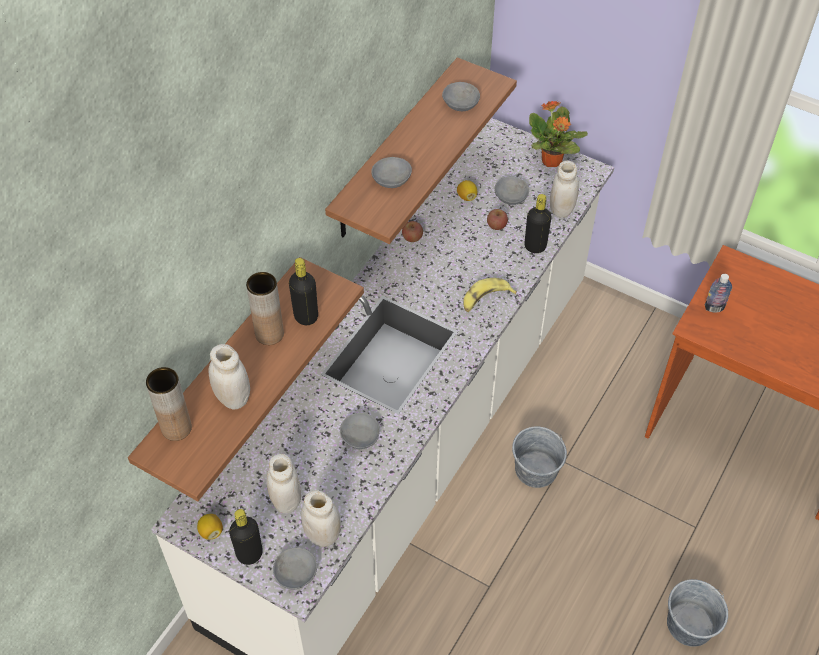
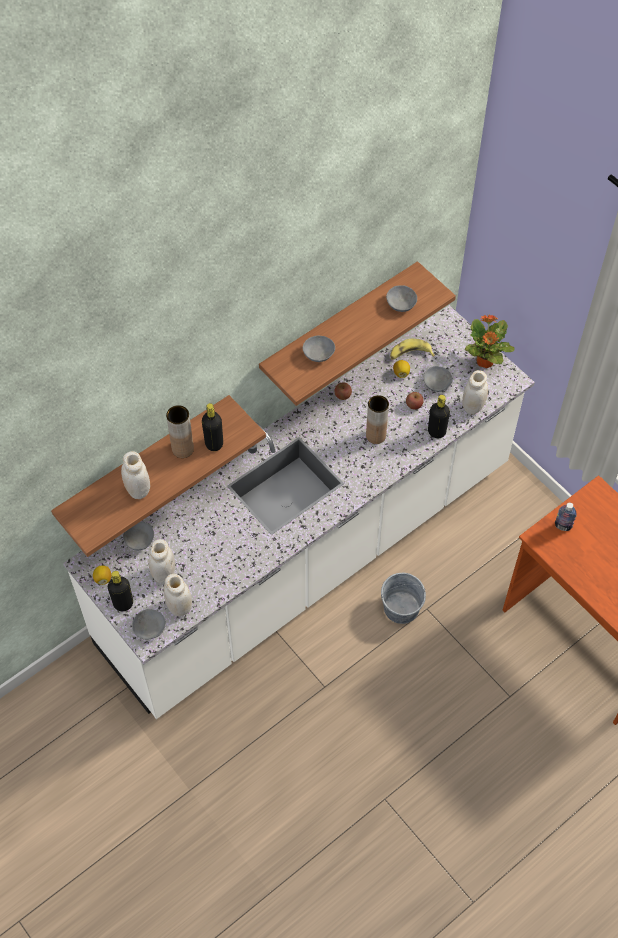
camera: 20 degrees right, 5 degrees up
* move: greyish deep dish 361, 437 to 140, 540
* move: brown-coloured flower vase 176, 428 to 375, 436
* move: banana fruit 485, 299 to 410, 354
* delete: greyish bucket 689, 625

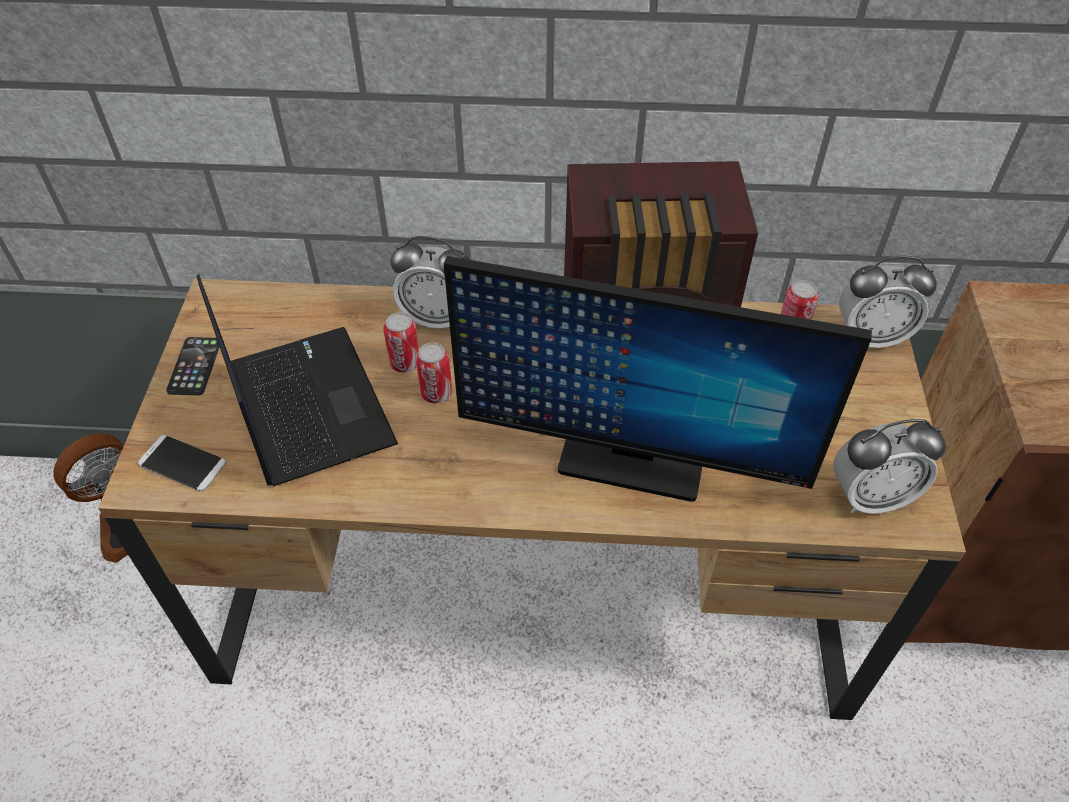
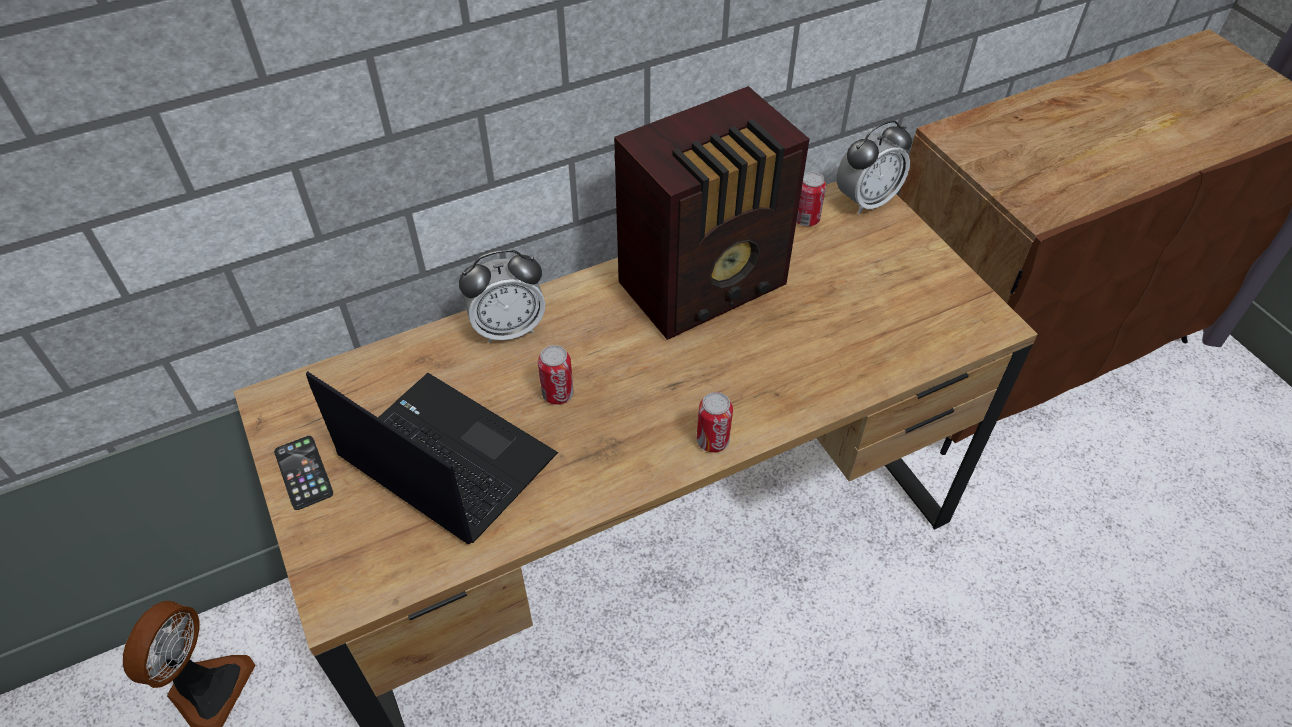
camera: 30 degrees left, 0 degrees up
* move: sealed can 405, 363 to 712, 441
* delete: telephone 182, 464
* delete: computer display 631, 459
* delete: bedside clock 870, 497

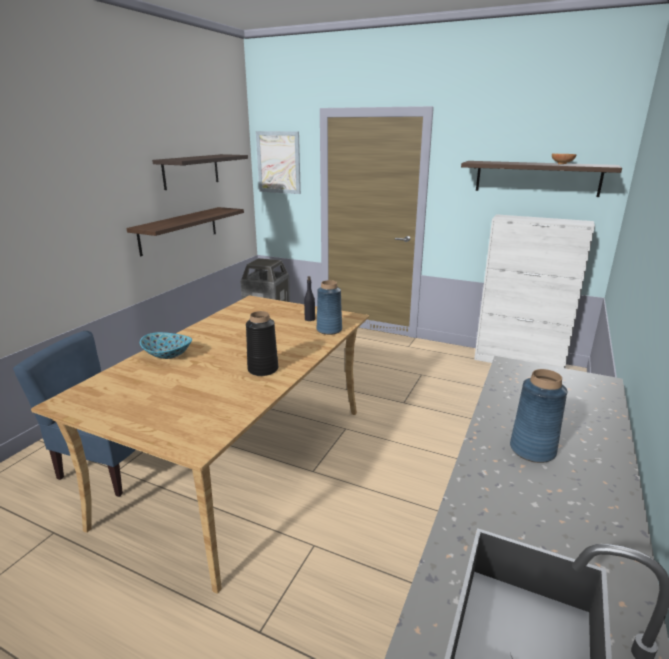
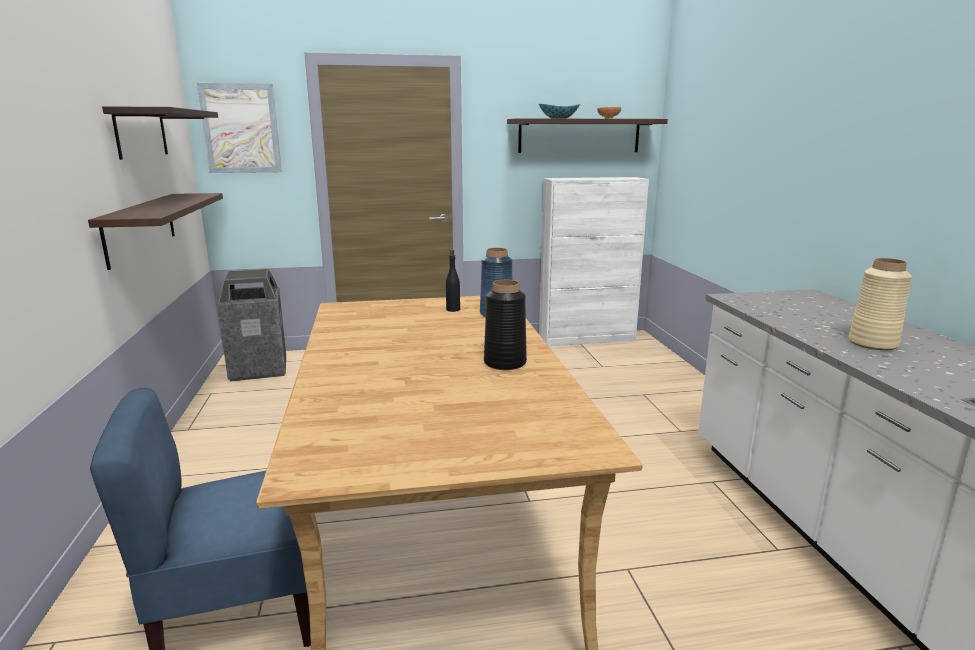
camera: 35 degrees left, 5 degrees down
* move: deep dish 168, 355 to 559, 118
* recolor: blue flower vase 532, 450 to sand-coloured flower vase 872, 343

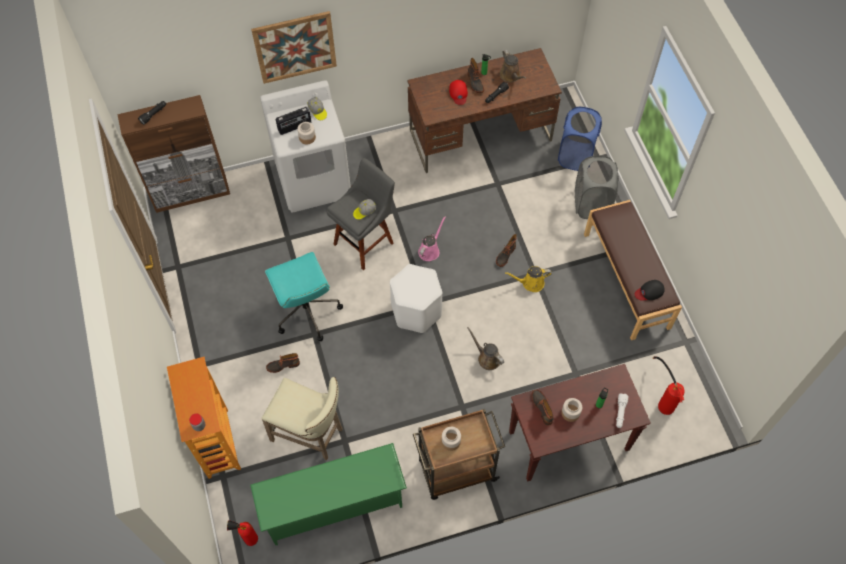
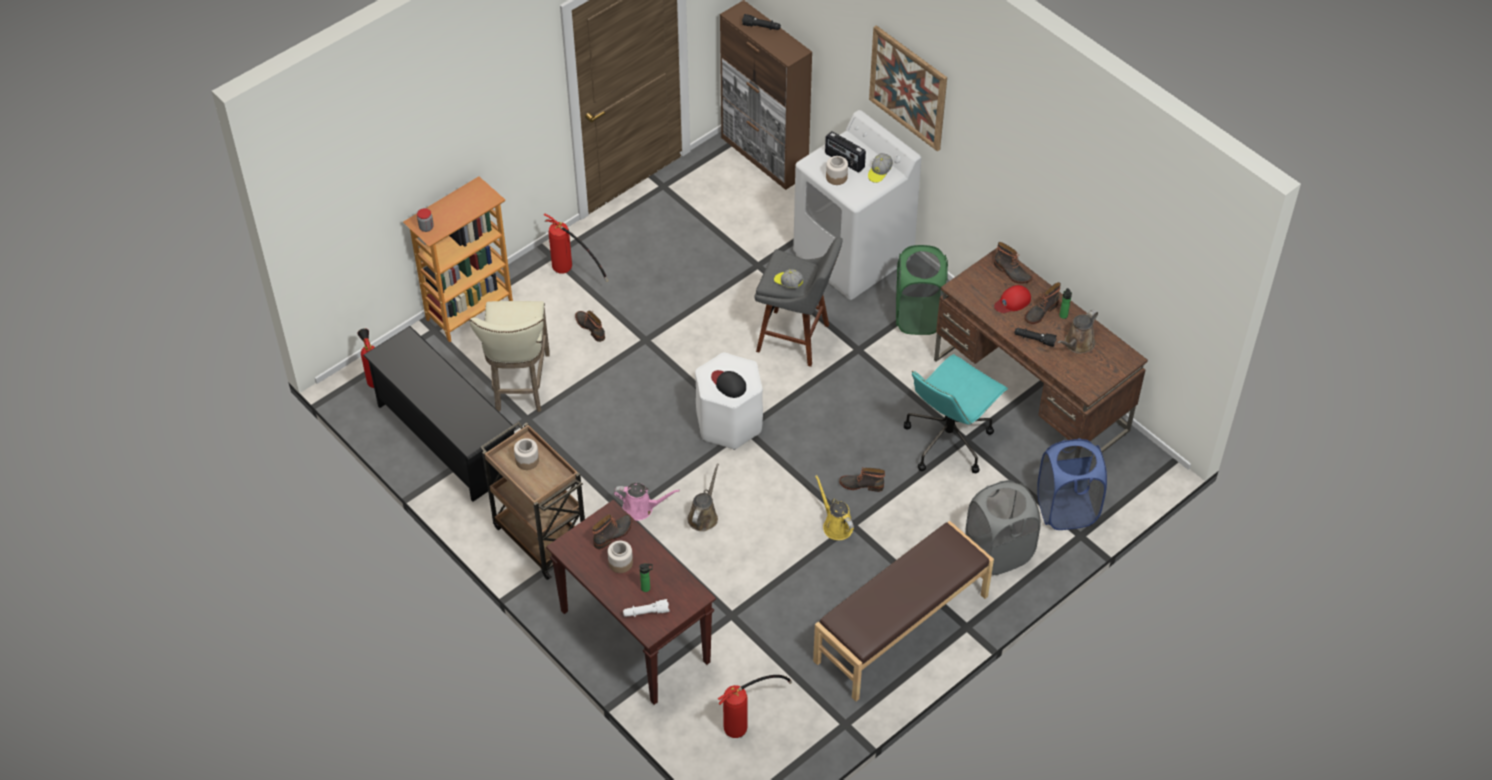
camera: 65 degrees right, 10 degrees down
* recolor: greenish shoe shelf 333, 505 to black-coloured shoe shelf 446, 438
* insert: fire extinguisher 571, 272
* move: pink watering can 430, 250 to 641, 508
* move: black-coloured peaked cap 649, 291 to 728, 384
* insert: greenish washing basket 918, 316
* move: turquoise office chair 306, 311 to 948, 440
* insert: high-top boot 1012, 273

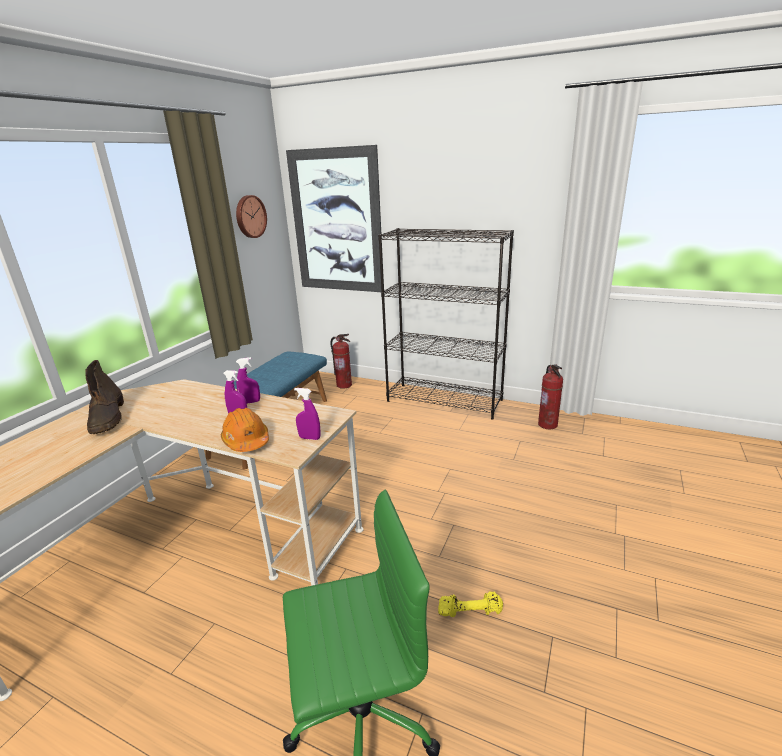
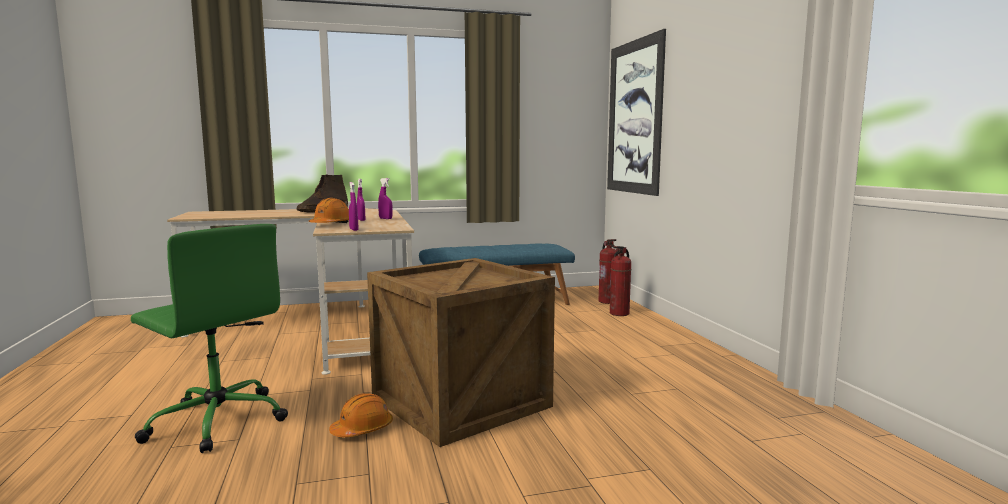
camera: 50 degrees right, 15 degrees down
* replace: yellow-coloured dumbbell 469, 611 to orangey work helmet 362, 429
* insert: packing crate 460, 403
* move: fire extinguisher 548, 424 to 619, 313
* delete: hanging clock 250, 216
* delete: black-coloured shelving unit 445, 400

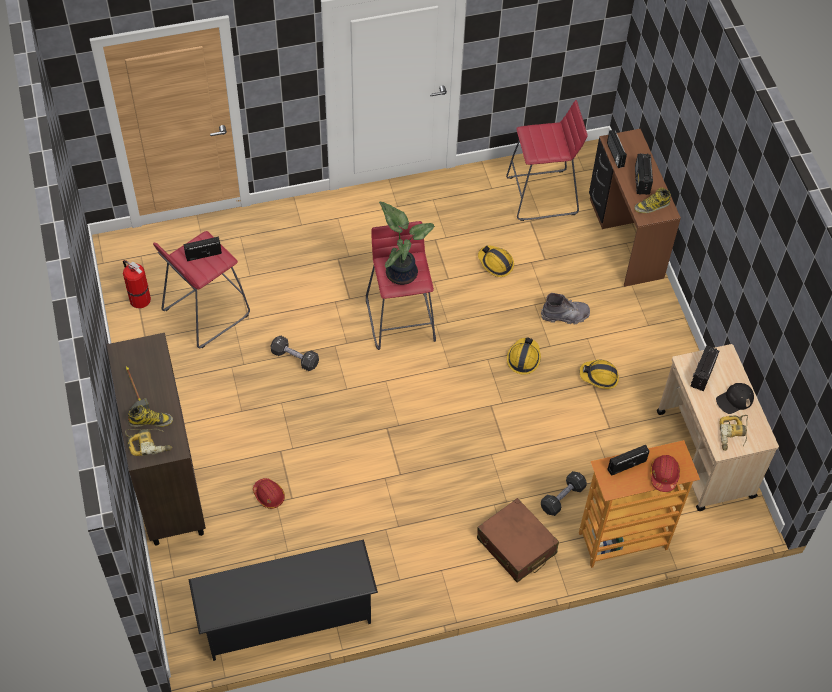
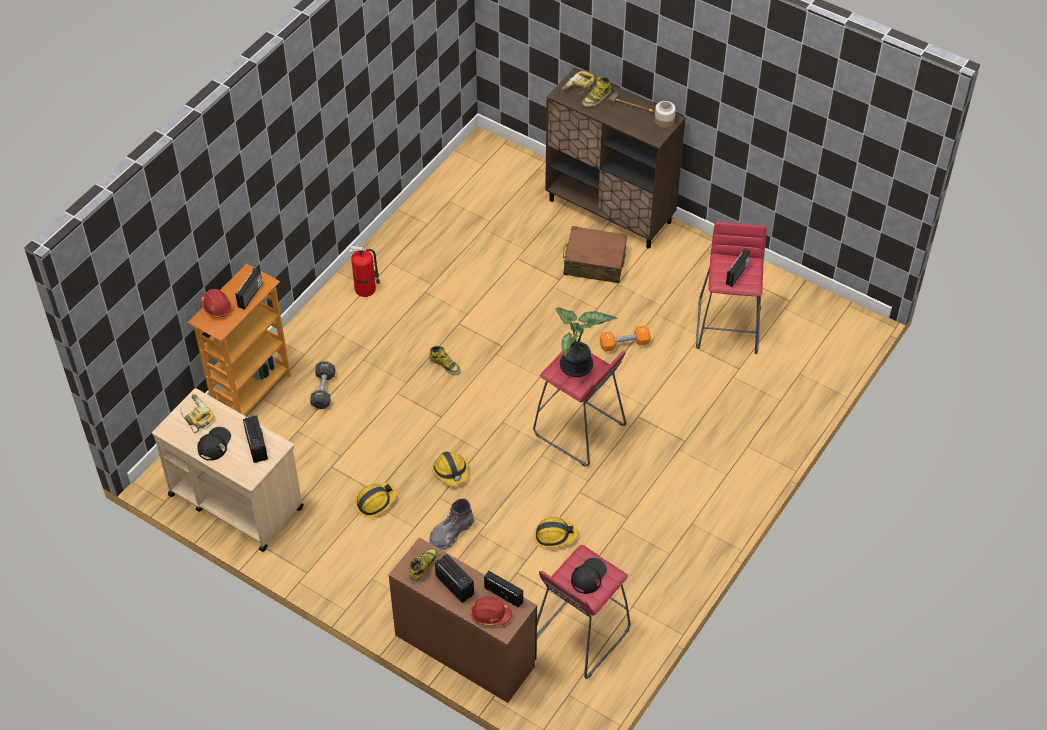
camera: 140 degrees right, 5 degrees down
* move: fire extinguisher 139, 299 to 366, 288
* insert: high-top boot 445, 365
* move: reddish work helmet 269, 495 to 490, 614
* move: brown-coloured suitcase 516, 546 to 594, 262
* insert: black-coloured peaked cap 588, 576
* recolor: black-coloured dumbbell 295, 358 to orangey dumbbell 624, 344
* insert: jar 664, 121
* delete: black-coloured shoe shelf 287, 617

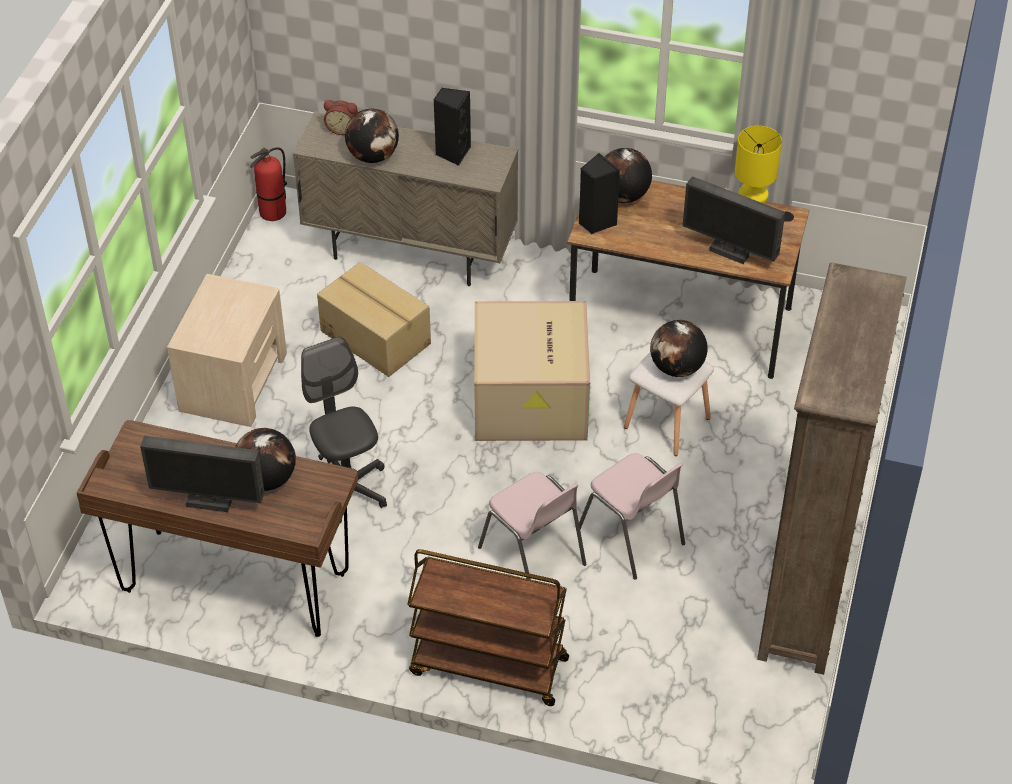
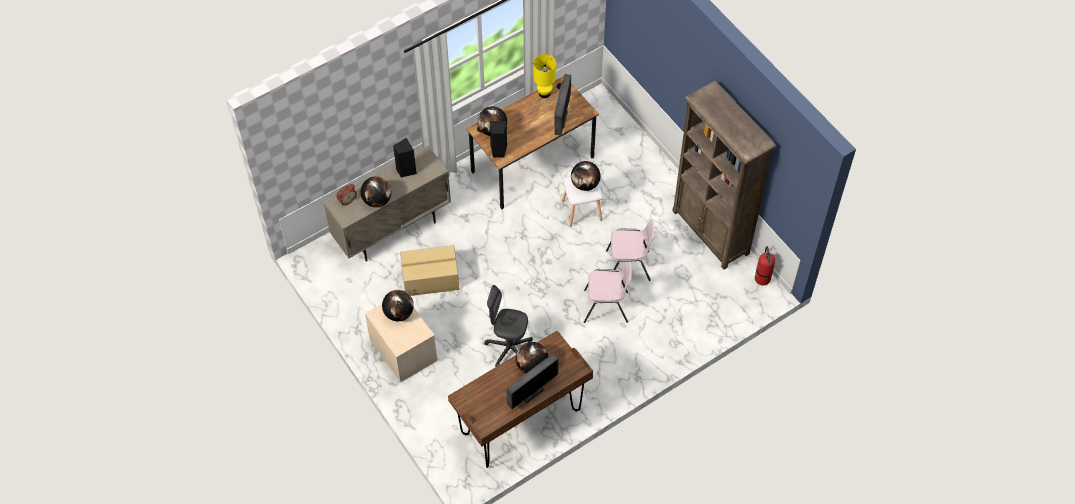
camera: 50 degrees left, 10 degrees up
* insert: globe 399, 313
* rotate: computer display 729, 252 = 561, 119 60 degrees counterclockwise
* move: fire extinguisher 273, 213 to 762, 279
* delete: brown-coloured cart 487, 666
* delete: packing box 532, 400

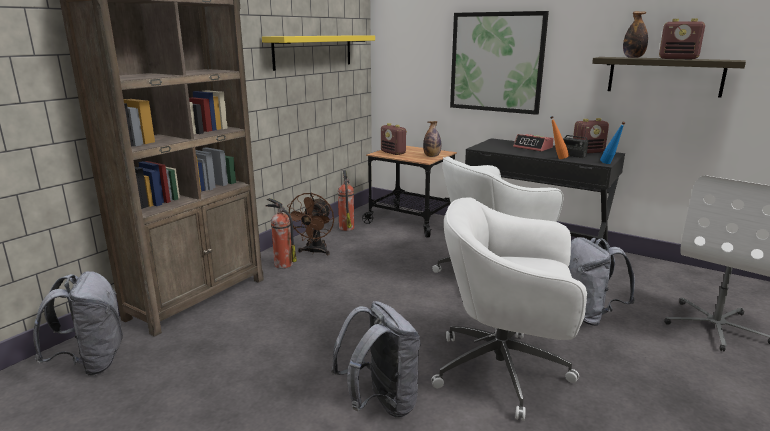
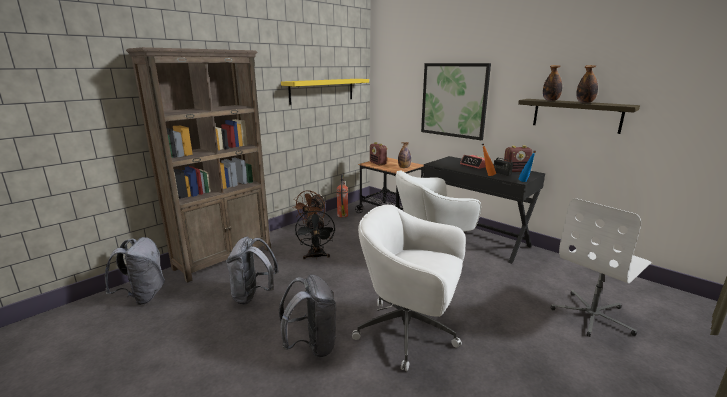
camera: 10 degrees right, 0 degrees up
* move: greyish rucksack 589, 315 to 253, 296
* insert: black-coloured electric fan 316, 256
* replace: radio 678, 59 to bottle 585, 102
* delete: fire extinguisher 282, 264

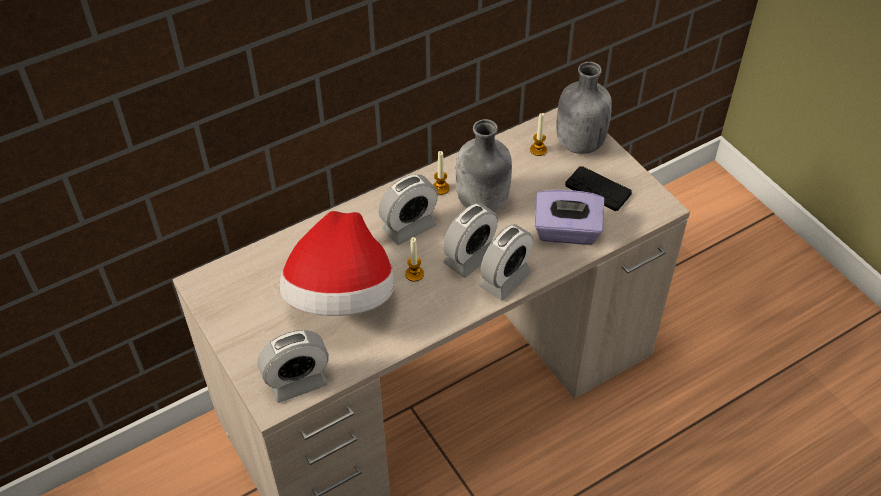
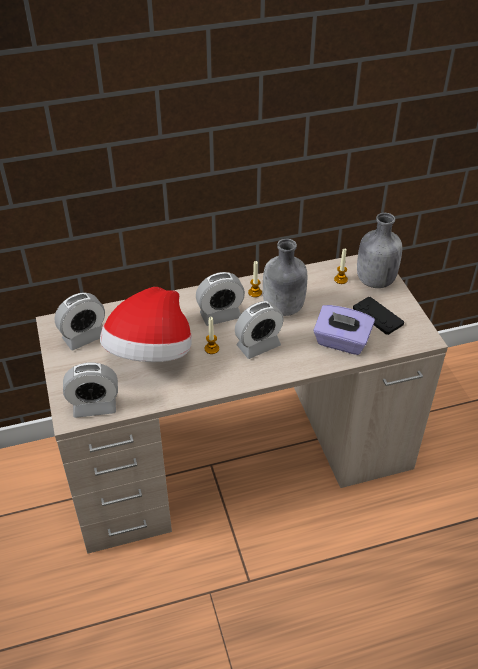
camera: 15 degrees right, 5 degrees down
* move: bedside clock 505, 279 to 84, 337

